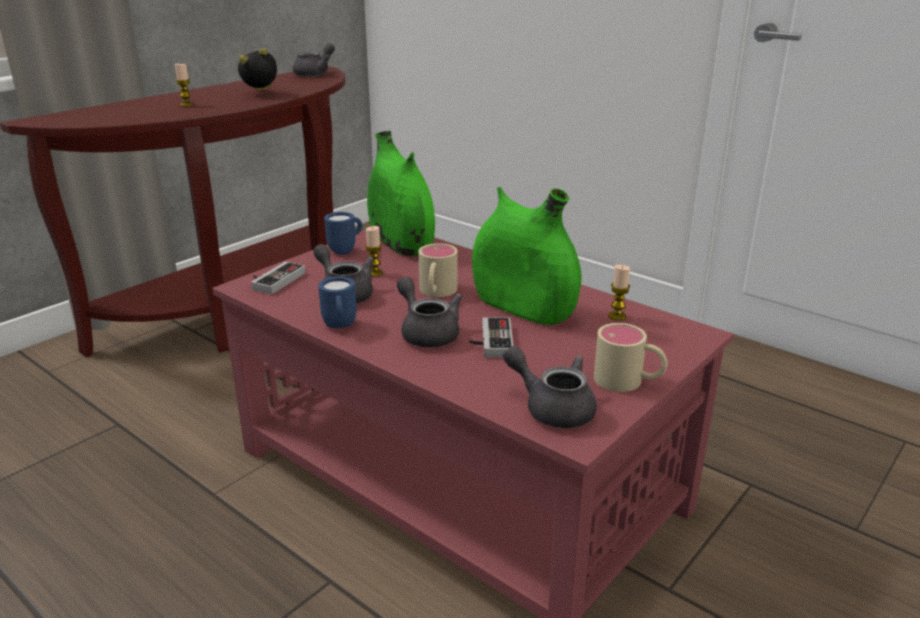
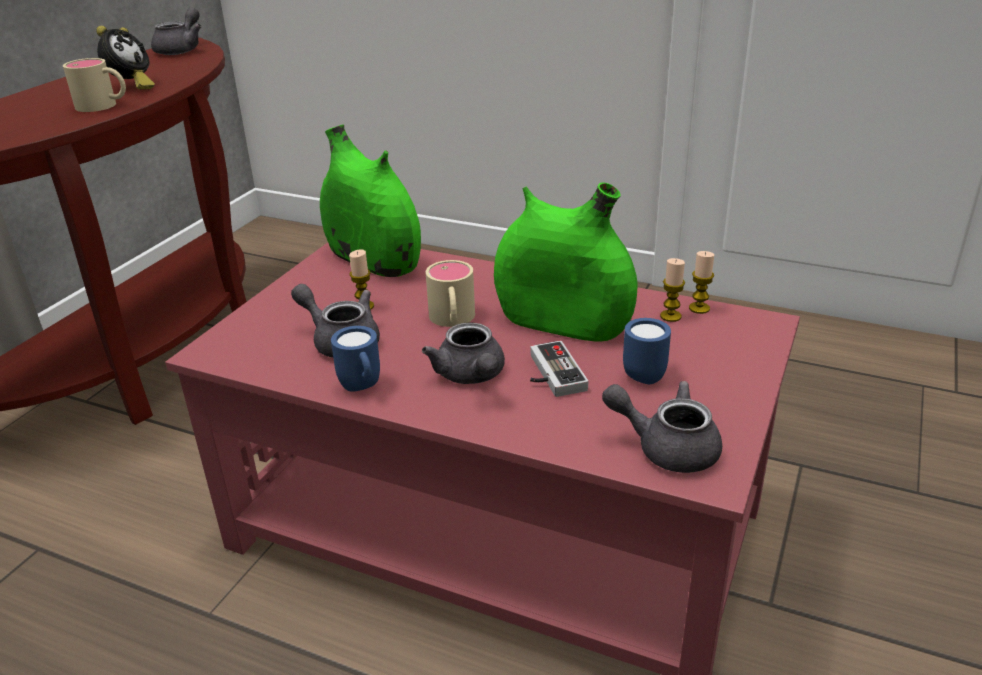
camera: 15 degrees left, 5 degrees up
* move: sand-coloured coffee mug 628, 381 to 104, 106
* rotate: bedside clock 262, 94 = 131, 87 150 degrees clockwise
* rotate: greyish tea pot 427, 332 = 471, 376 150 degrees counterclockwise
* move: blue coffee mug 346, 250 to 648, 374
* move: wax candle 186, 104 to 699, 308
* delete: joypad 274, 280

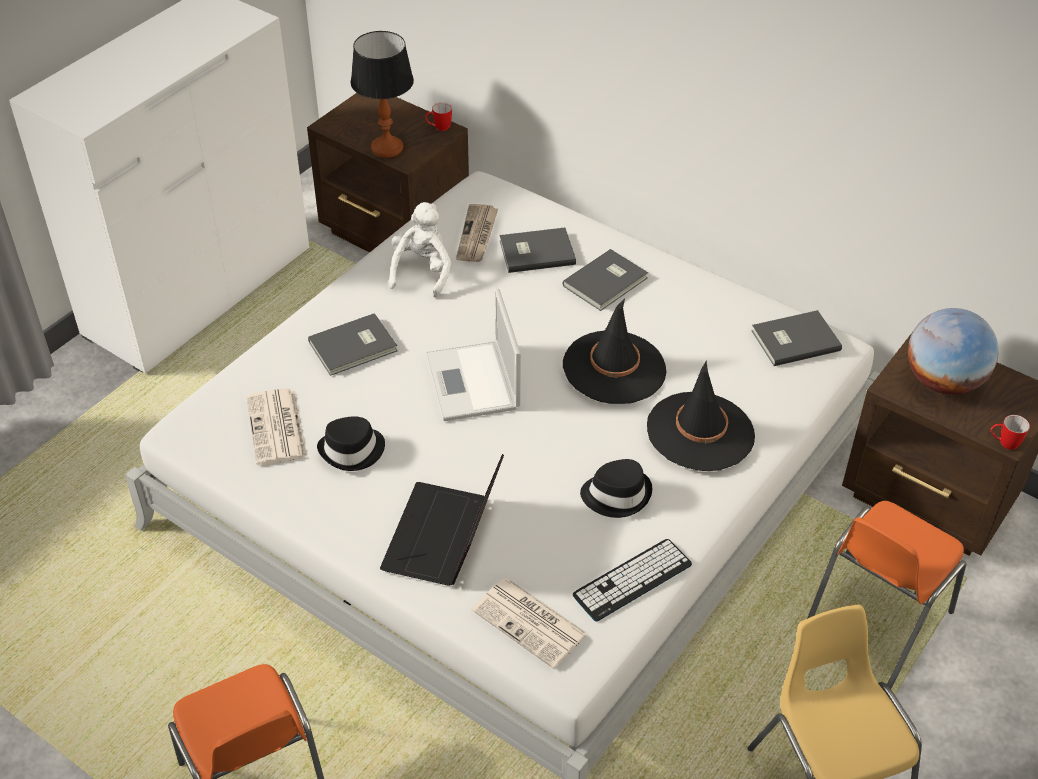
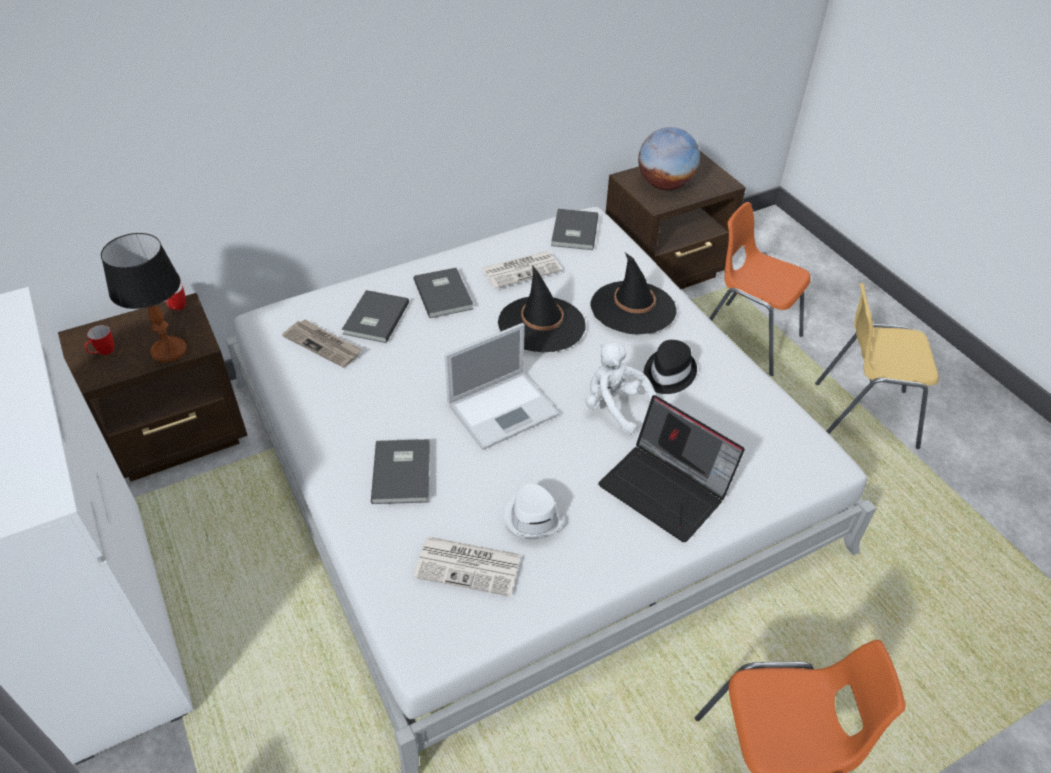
camera: 65 degrees left, 0 degrees up
* move: coffee mug 1003, 443 to 103, 353
* rotate: laptop 473, 383 = 504, 409 45 degrees counterclockwise
* move: daily paper 531, 623 to 522, 269
* recolor: black-coloured clothing hat 352, 450 to whitish clothing hat 533, 517
* move: whitish plush toy 422, 272 to 614, 407
* rotate: orangey upright chair 874, 622 = 747, 337 150 degrees clockwise
* delete: keyboard 632, 580

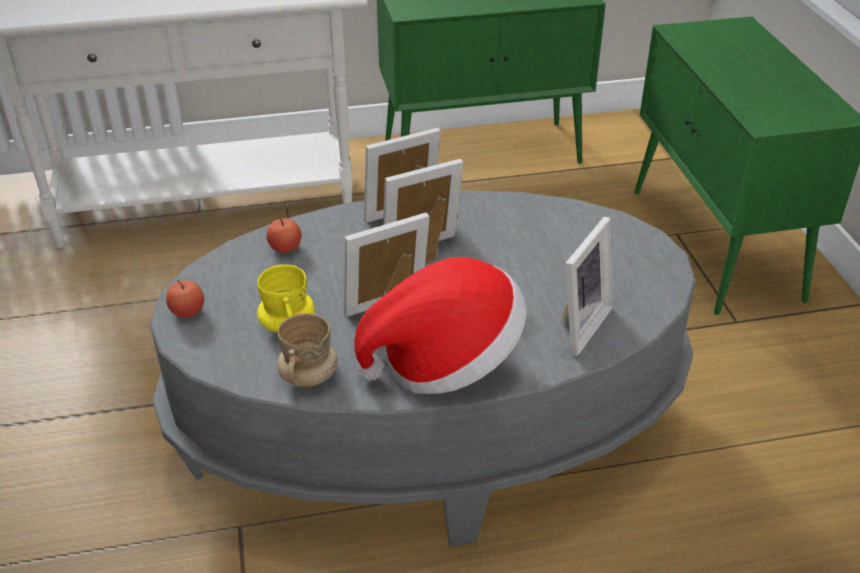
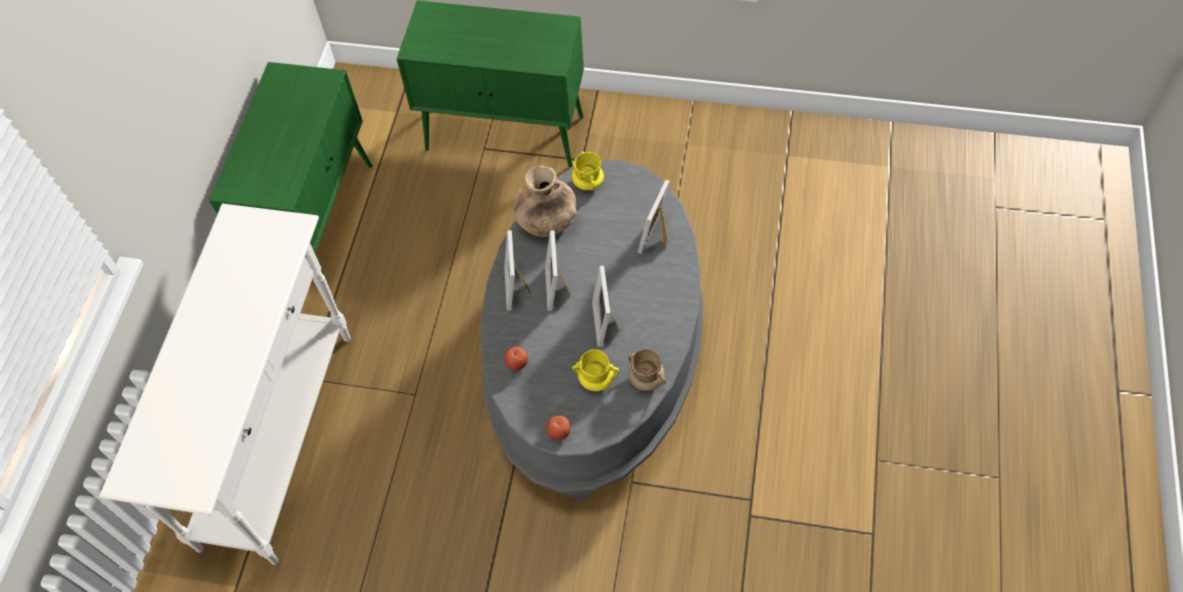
camera: 65 degrees left, 20 degrees up
* insert: brown-coloured flower vase 547, 222
* insert: yellow-coloured coffee mug 588, 182
* rotate: picture frame 577, 325 = 657, 236 120 degrees counterclockwise
* delete: clothing hat 445, 360

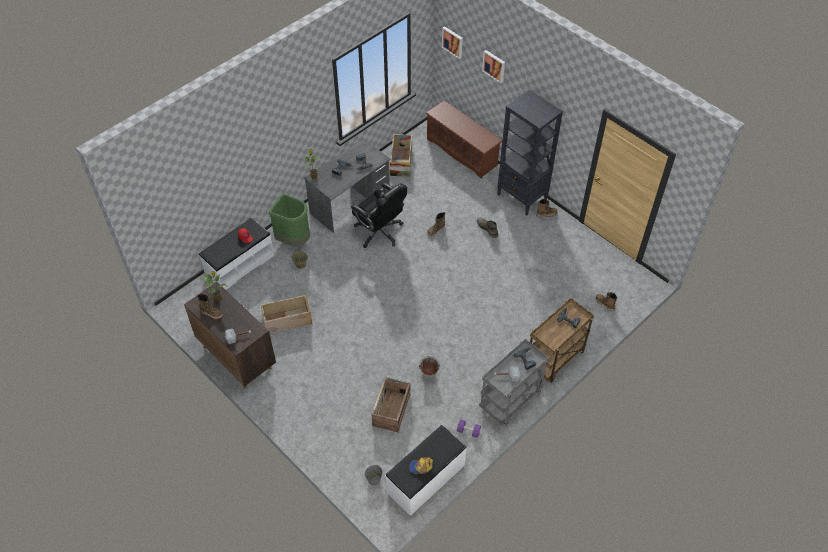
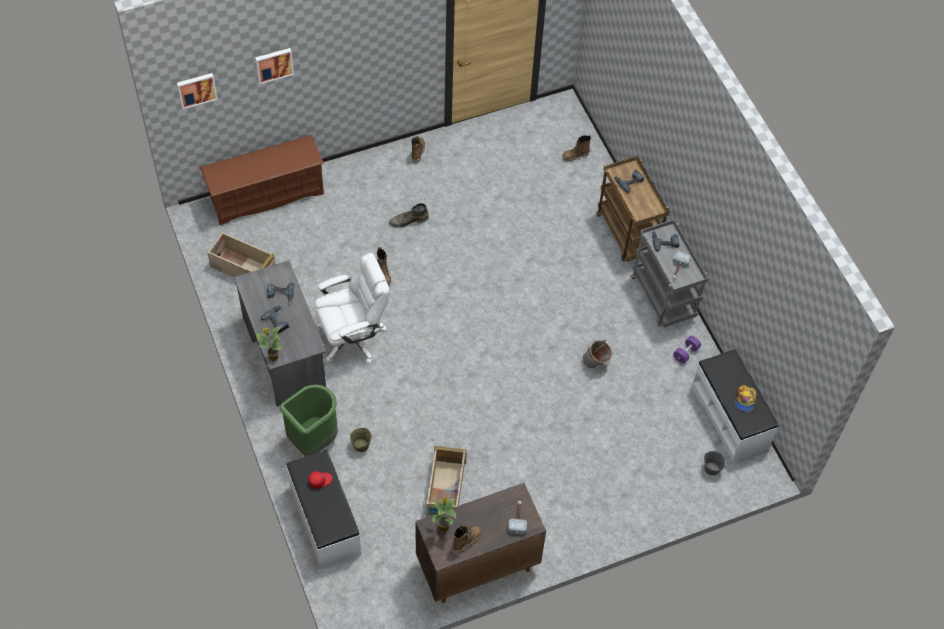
camera: 70 degrees left, 5 degrees up
* recolor: black-coloured office chair 380, 232 to whitish office chair 353, 336
* delete: packing crate 392, 409
* delete: black-coloured shelving unit 522, 197

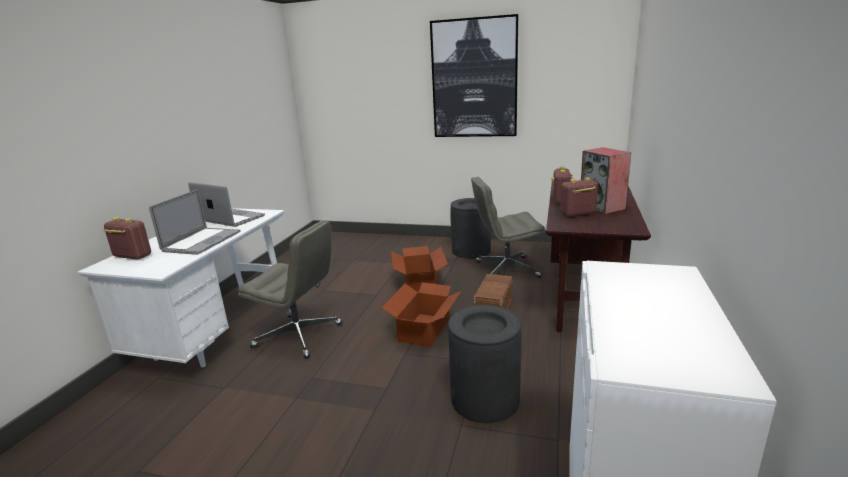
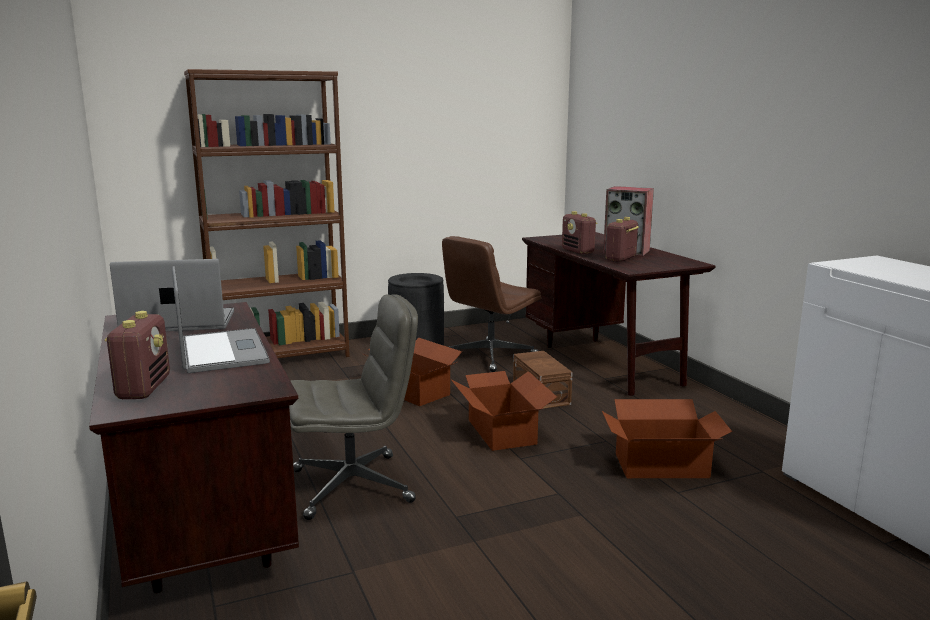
camera: 40 degrees left, 5 degrees down
* recolor: whitish desk 218, 331 to brown-coloured desk 204, 522
* rotate: radio 132, 256 = 143, 388 105 degrees clockwise
* insert: brown-coloured shelving unit 281, 357
* recolor: greyish office chair 506, 269 to brown-coloured office chair 490, 356
* replace: black-coloured waste bin 485, 399 to packing box 662, 466
* delete: wall picture 474, 79

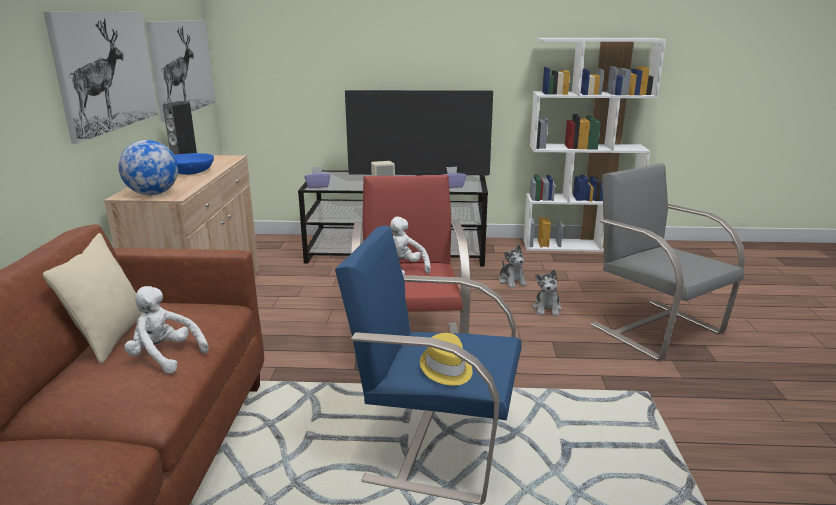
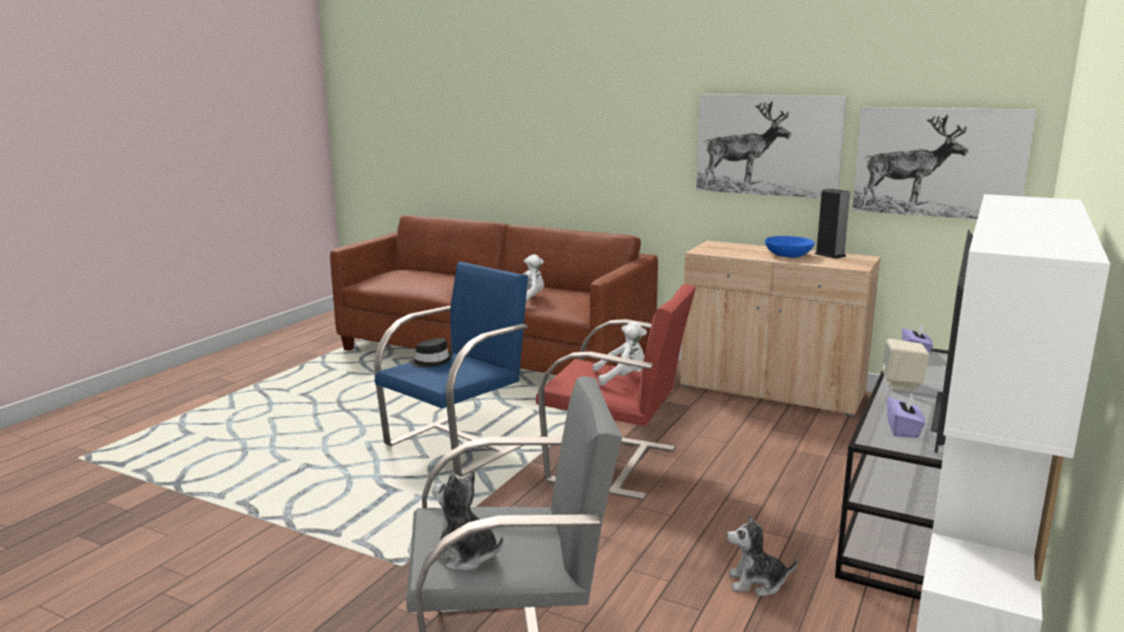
camera: 115 degrees right, 5 degrees down
* recolor: yellow-coloured clothing hat 446, 368 to black-coloured clothing hat 432, 361
* move: plush toy 547, 308 to 465, 555
* delete: sand-coloured throw pillow 111, 337
* delete: globe 153, 194

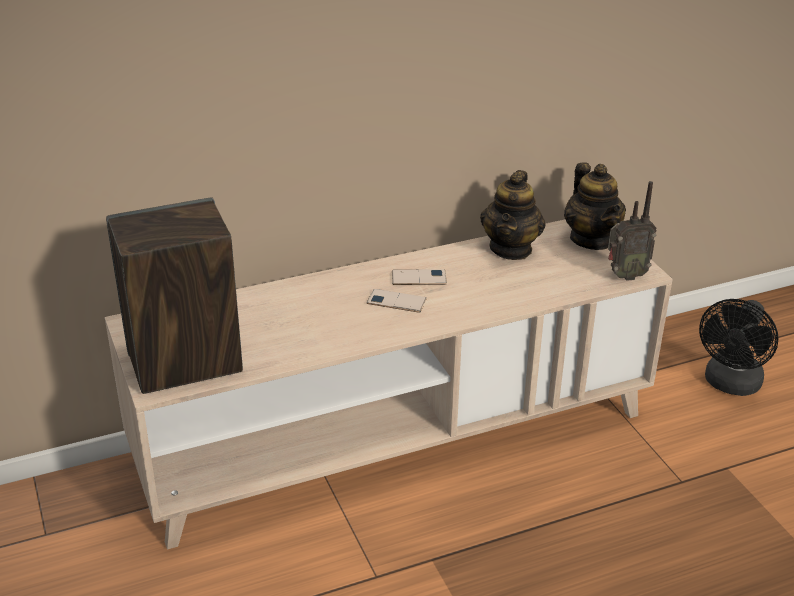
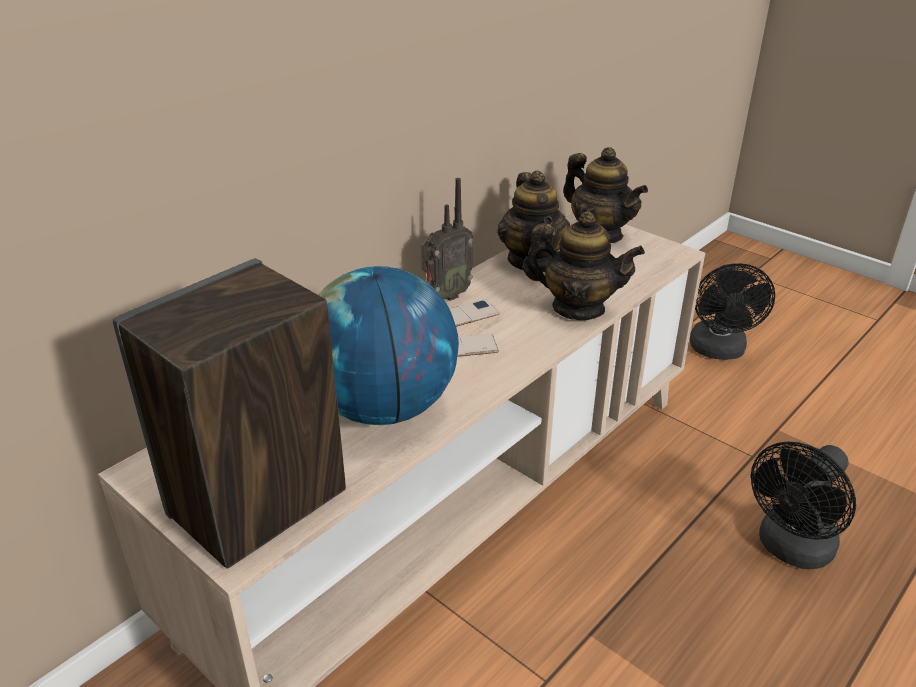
camera: 25 degrees left, 0 degrees up
* insert: globe 383, 407
* move: radio 624, 275 to 445, 296
* insert: tea pot 578, 308
* insert: black-coloured electric fan 790, 549

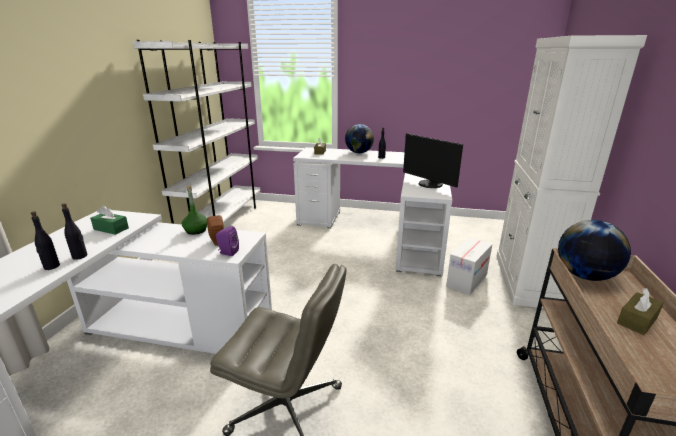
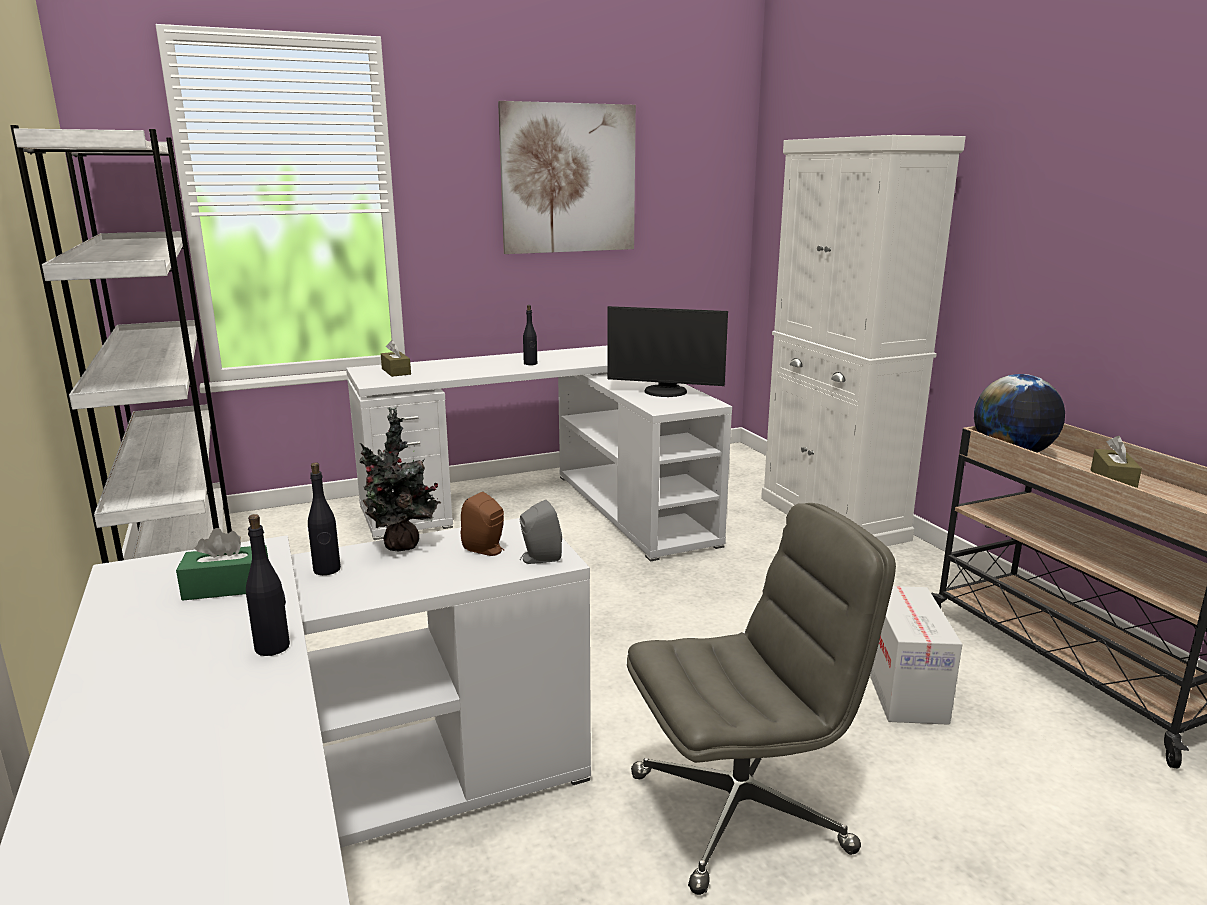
camera: 35 degrees left, 5 degrees down
* move: black-coloured bottle 51, 266 to 327, 570
* replace: greenish bottle 196, 230 to plant in a pot 401, 546
* insert: wall picture 568, 179
* recolor: purple audio speaker 227, 252 to greyish audio speaker 539, 559
* move: packing box 467, 281 to 904, 689
* delete: globe 359, 153

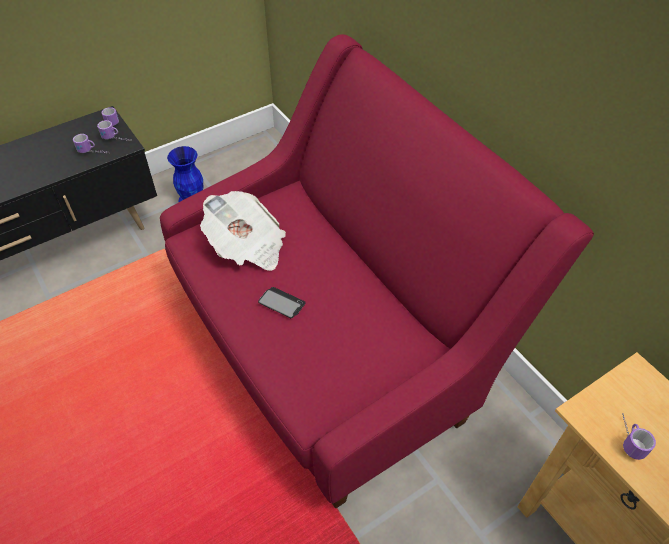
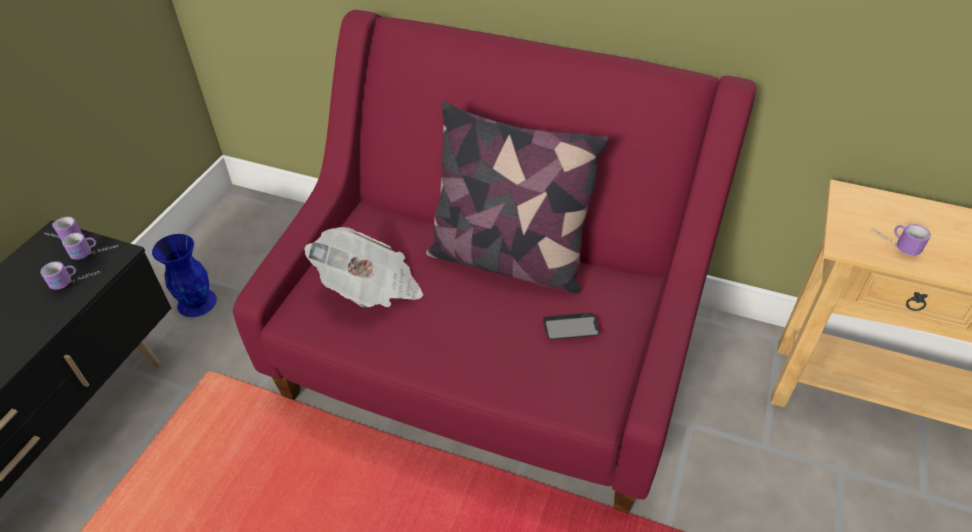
camera: 35 degrees left, 5 degrees down
* insert: throw pillow 507, 260
* move: telephone 281, 303 to 570, 327

